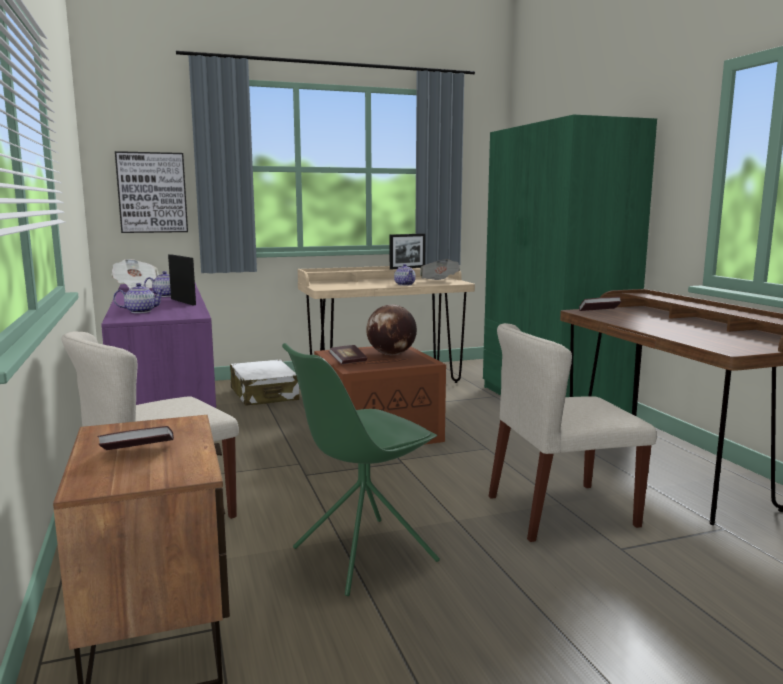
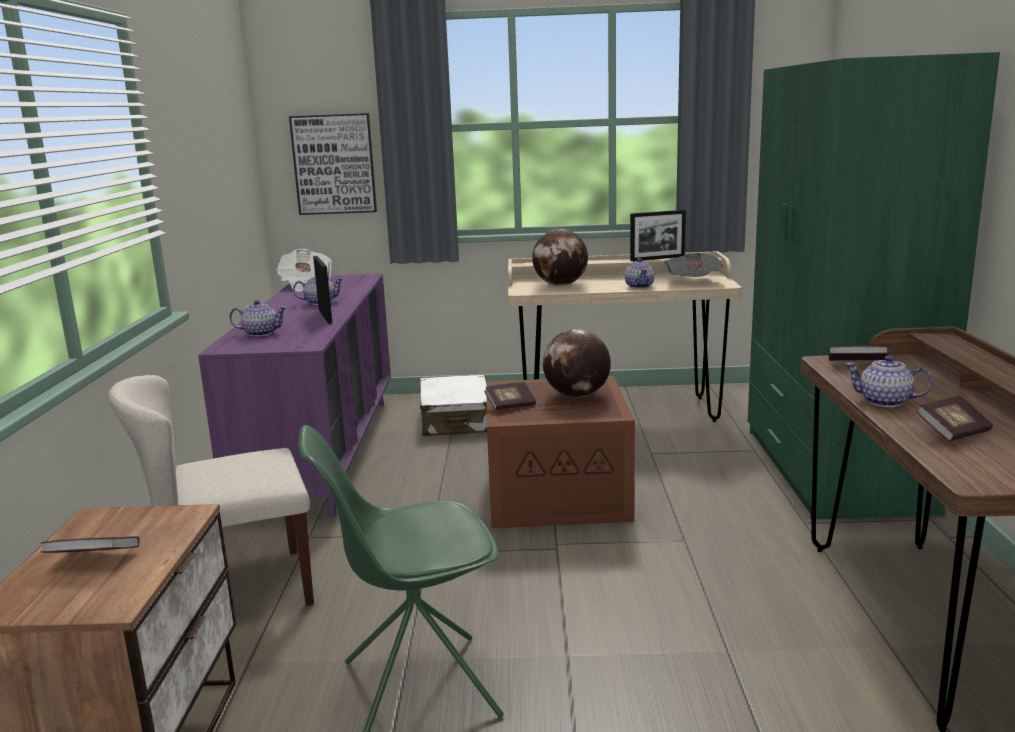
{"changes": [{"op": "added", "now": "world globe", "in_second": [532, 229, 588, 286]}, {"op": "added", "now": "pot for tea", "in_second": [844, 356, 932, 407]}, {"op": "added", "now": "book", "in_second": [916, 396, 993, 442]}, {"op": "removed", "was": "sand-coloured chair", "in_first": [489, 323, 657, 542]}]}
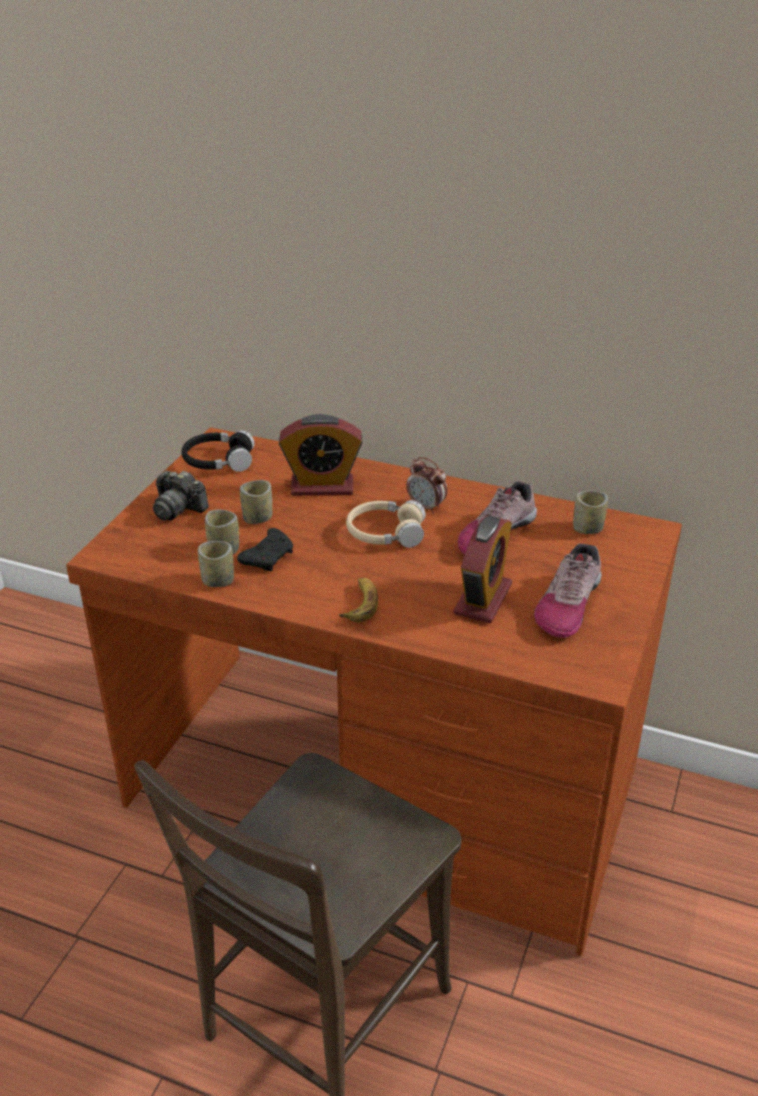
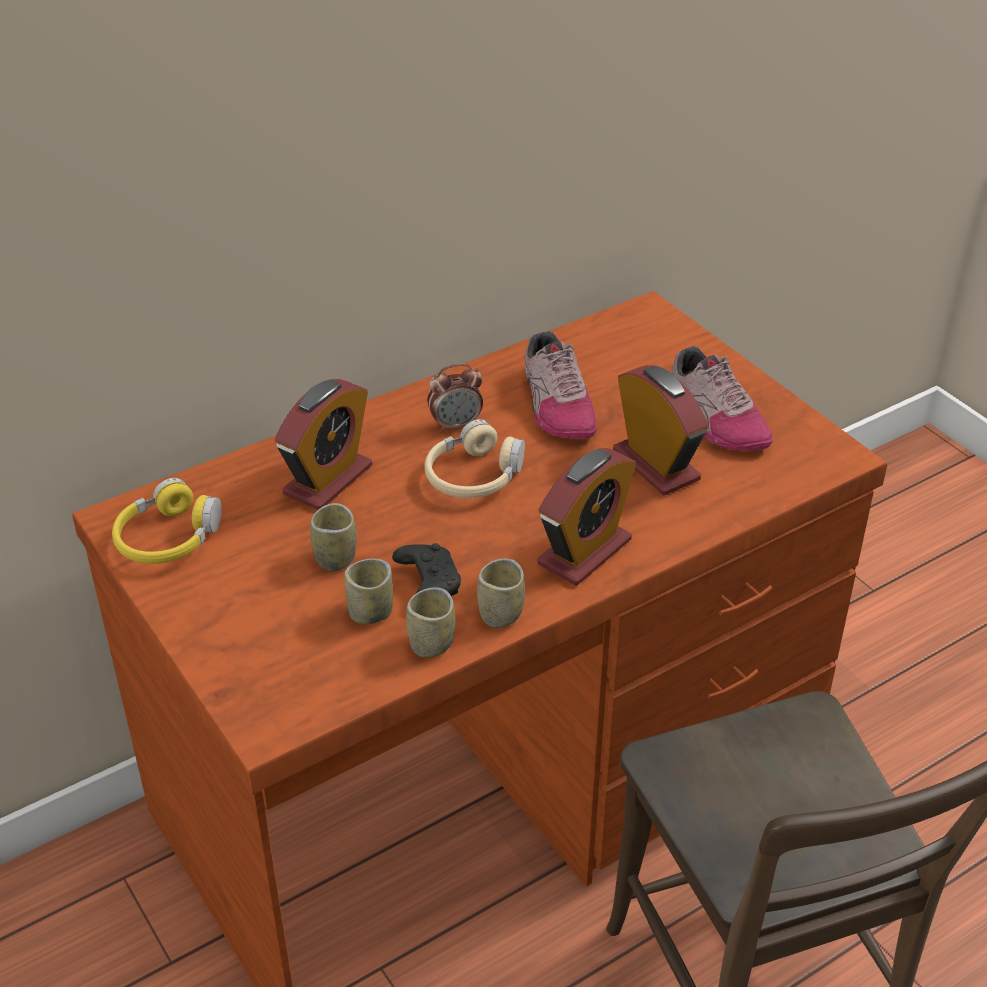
{"changes": [{"op": "recoloured", "was": "black headset", "now": "yellow-coloured headset", "in_first": [181, 430, 255, 472], "in_second": [112, 478, 222, 564]}, {"op": "moved", "was": "cup", "in_first": [573, 491, 608, 534], "in_second": [477, 558, 525, 628]}, {"op": "replaced", "was": "whole banana", "now": "bedside clock", "in_first": [339, 578, 378, 622], "in_second": [538, 448, 636, 586]}, {"op": "removed", "was": "photo camera", "in_first": [153, 471, 209, 521]}]}
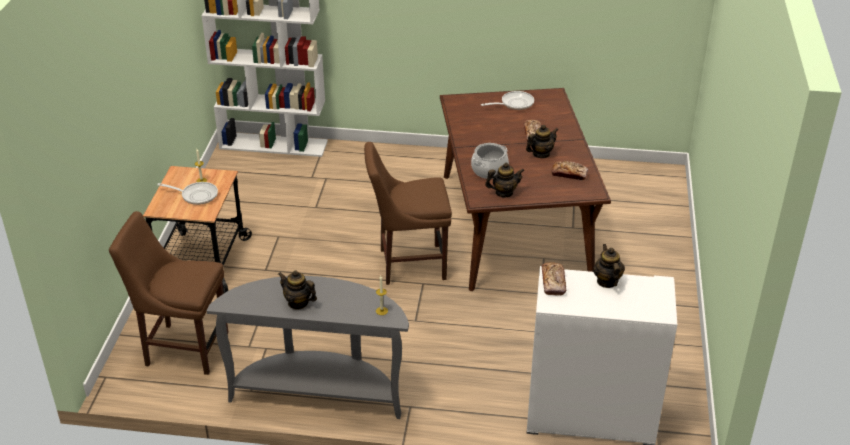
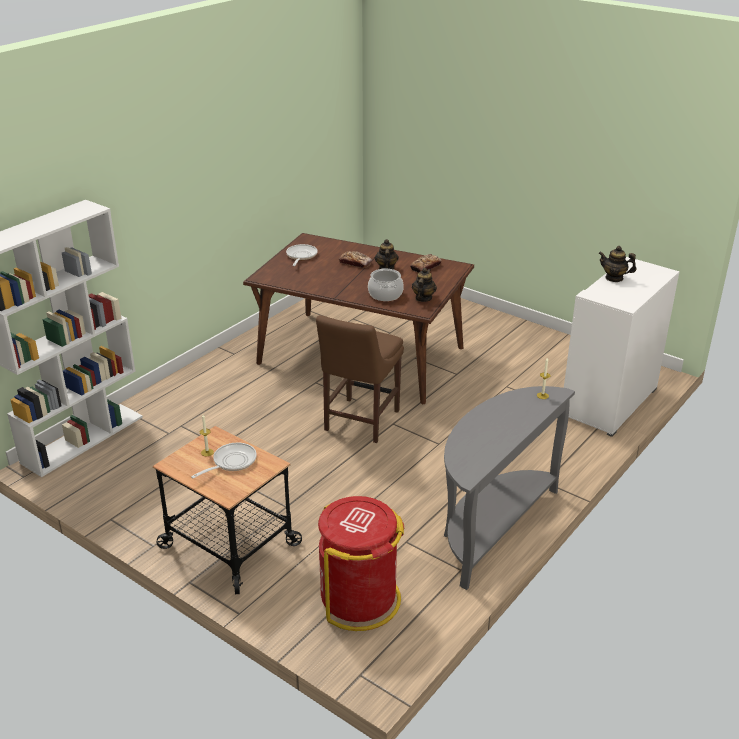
{"changes": [{"op": "replaced", "was": "brownish chair", "now": "red rubbish bin", "in_first": [109, 211, 228, 375], "in_second": [318, 496, 404, 631]}, {"op": "removed", "was": "pot for tea", "in_first": [278, 270, 317, 310]}, {"op": "removed", "was": "bread", "in_first": [542, 263, 566, 295]}]}
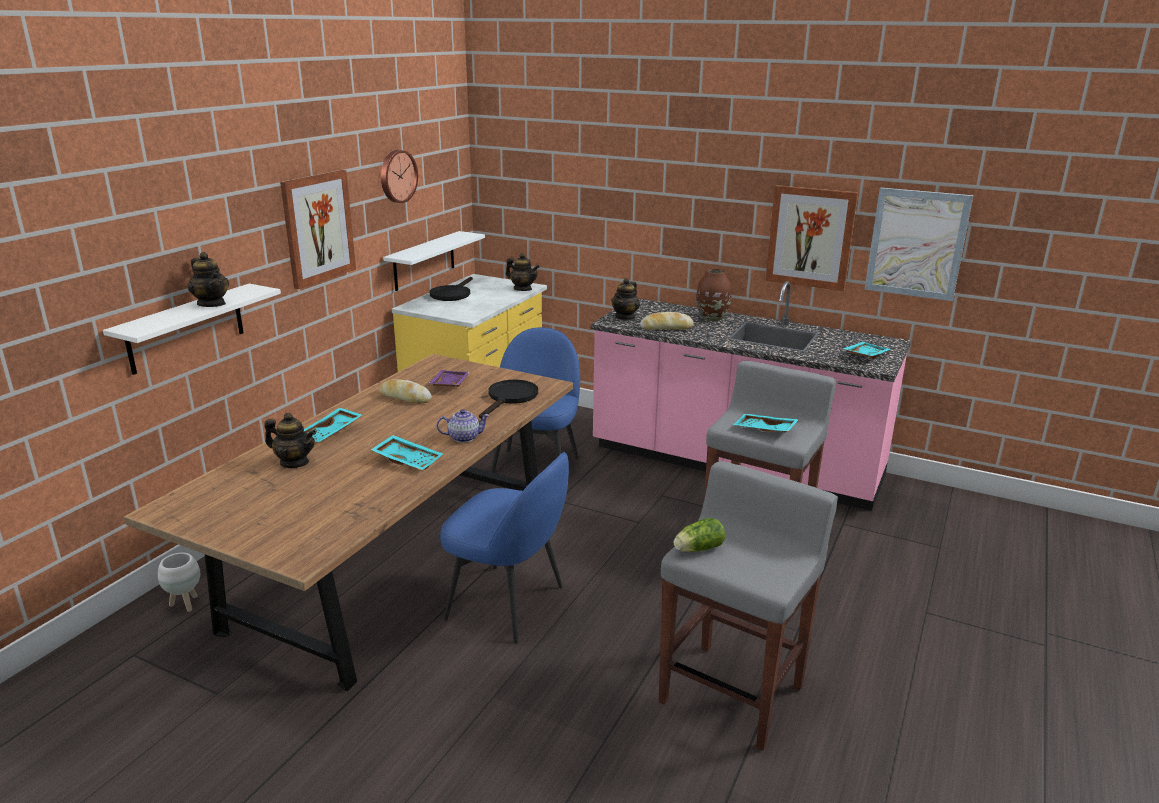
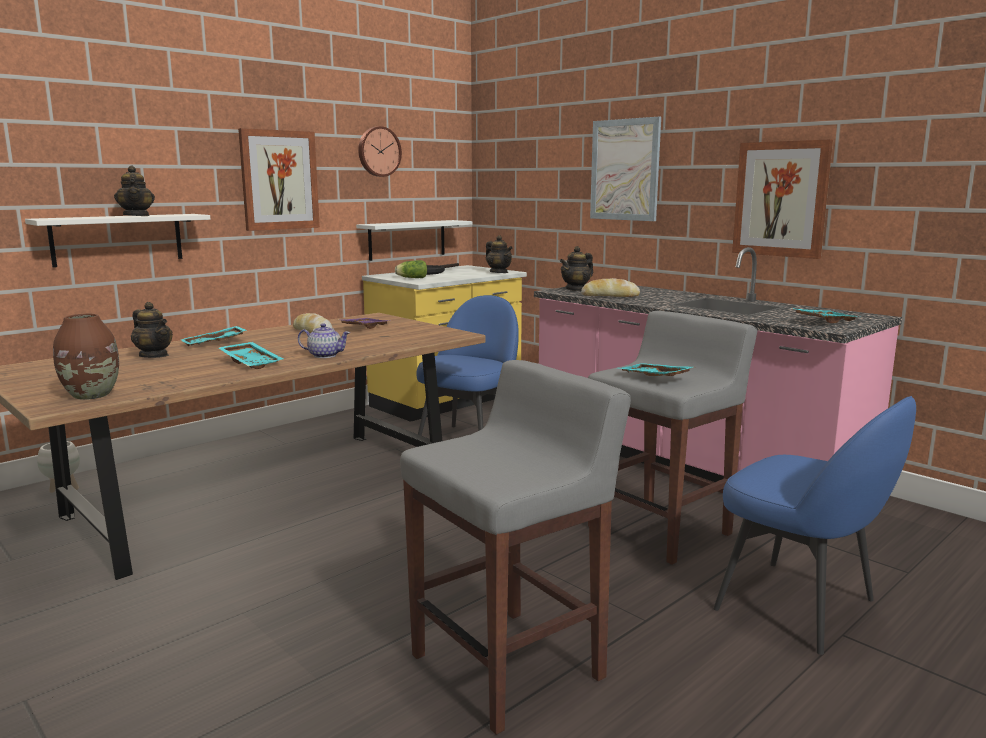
{"changes": [{"op": "moved", "was": "brownish flower vase", "in_first": [696, 269, 731, 321], "in_second": [53, 314, 119, 400]}, {"op": "moved", "was": "head of lettuce", "in_first": [674, 518, 725, 552], "in_second": [395, 260, 427, 278]}, {"op": "moved", "was": "wall art", "in_first": [865, 187, 973, 301], "in_second": [590, 117, 661, 221]}, {"op": "moved", "was": "blue chair", "in_first": [440, 452, 569, 644], "in_second": [713, 396, 916, 655]}, {"op": "removed", "was": "black frying pan", "in_first": [479, 380, 538, 419]}]}
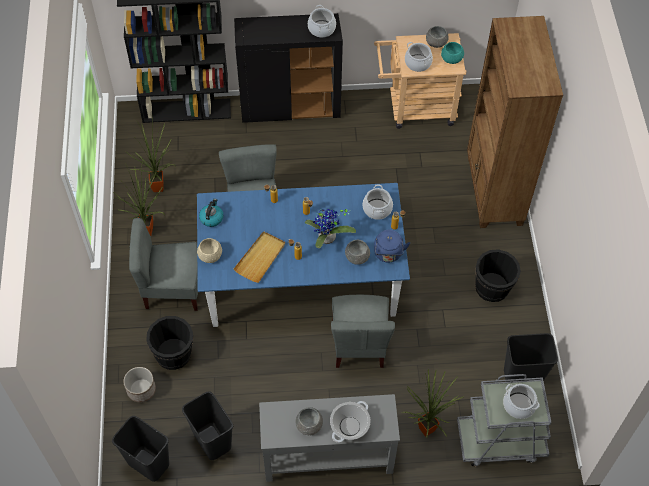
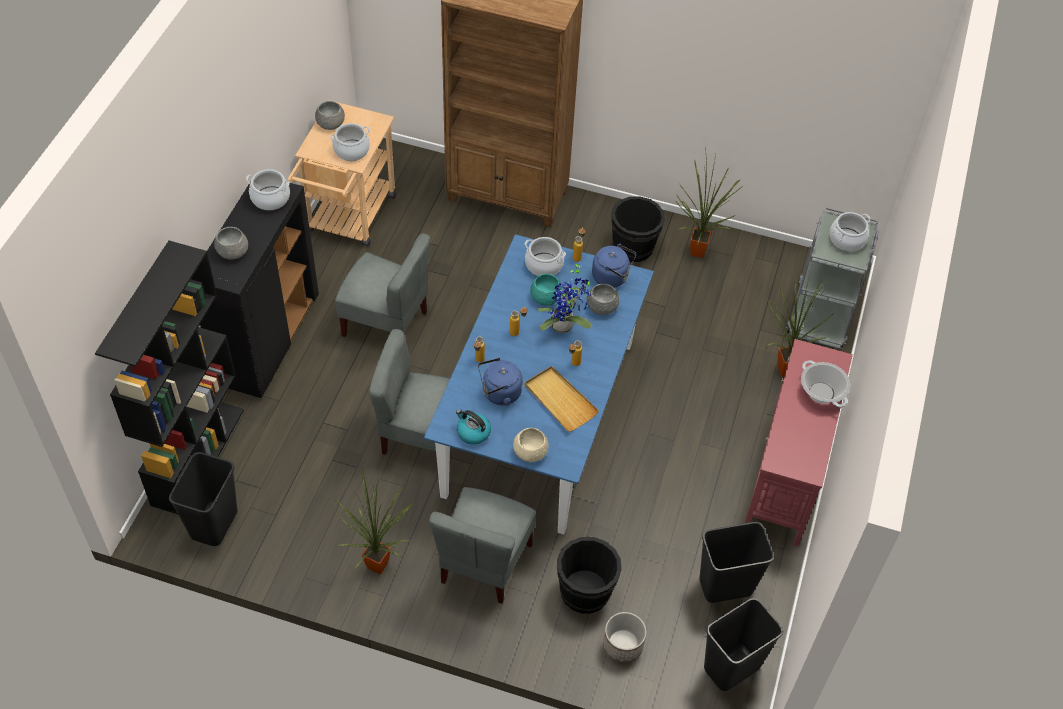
{"changes": [{"op": "moved", "was": "black rubbish bin", "in_first": [504, 333, 558, 382], "in_second": [169, 452, 237, 546]}, {"op": "moved", "was": "grey deep dish", "in_first": [295, 407, 323, 435], "in_second": [214, 227, 248, 260]}, {"op": "moved", "was": "grey chair", "in_first": [331, 295, 395, 368], "in_second": [335, 233, 431, 337]}, {"op": "added", "now": "blue tea kettle", "in_second": [478, 358, 523, 405]}, {"op": "moved", "was": "turquoise deep dish", "in_first": [441, 42, 464, 64], "in_second": [530, 274, 562, 306]}, {"op": "moved", "was": "potted plant", "in_first": [125, 113, 176, 192], "in_second": [676, 148, 743, 258]}, {"op": "recoloured", "was": "grey console table", "now": "red console table", "in_first": [259, 394, 400, 482], "in_second": [745, 339, 853, 546]}]}
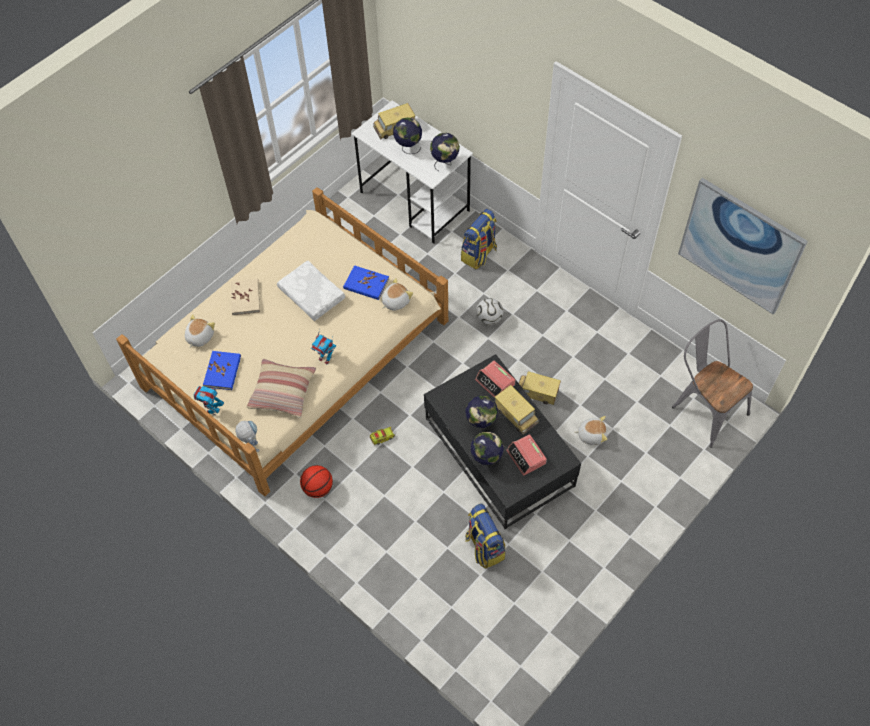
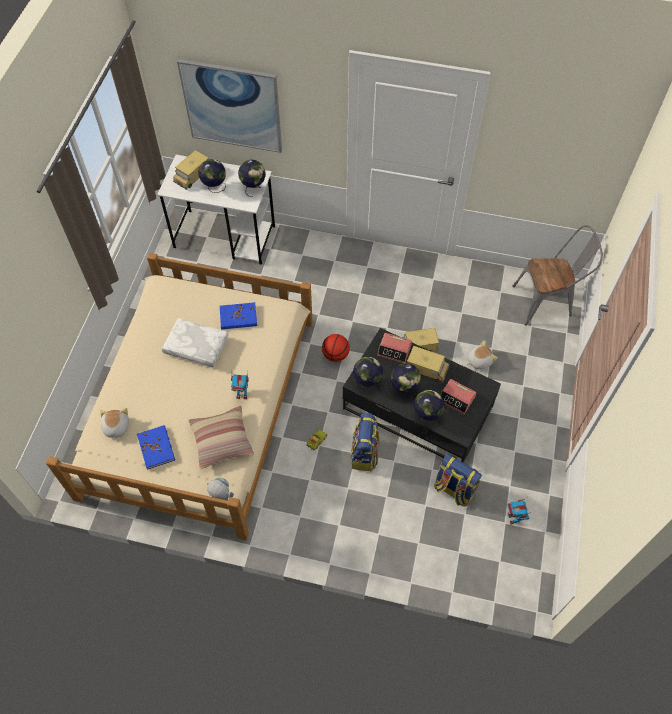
{"changes": [{"op": "moved", "was": "wall art", "in_first": [678, 178, 808, 315], "in_second": [177, 59, 282, 153]}, {"op": "moved", "was": "basketball", "in_first": [300, 465, 333, 498], "in_second": [322, 334, 350, 362]}, {"op": "moved", "was": "backpack", "in_first": [461, 209, 497, 269], "in_second": [350, 412, 380, 471]}, {"op": "added", "now": "world globe", "in_second": [353, 357, 383, 390]}, {"op": "moved", "was": "toy robot", "in_first": [194, 386, 224, 415], "in_second": [507, 499, 531, 525]}, {"op": "turned", "was": "grey chair", "in_first": [672, 319, 753, 448], "in_second": [512, 225, 603, 326], "clockwise": 150}, {"op": "removed", "was": "sand-coloured book", "in_first": [230, 279, 260, 316]}, {"op": "removed", "was": "soft toy", "in_first": [381, 278, 413, 311]}, {"op": "removed", "was": "ball for football", "in_first": [476, 298, 503, 325]}]}
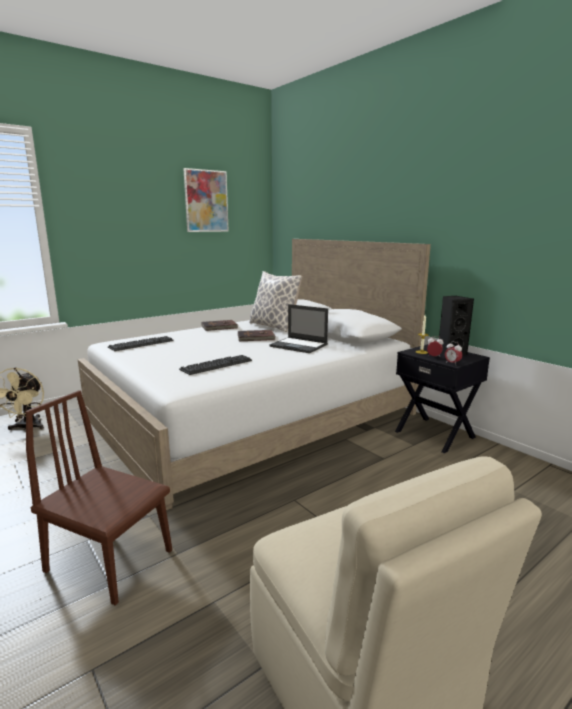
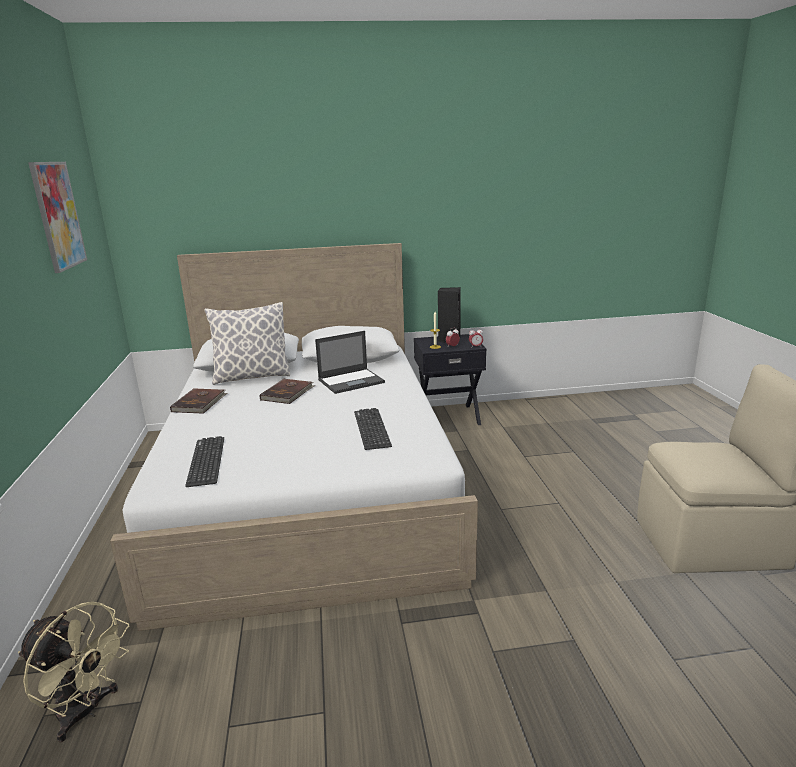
{"changes": [{"op": "removed", "was": "brownish chair", "in_first": [25, 390, 172, 606]}]}
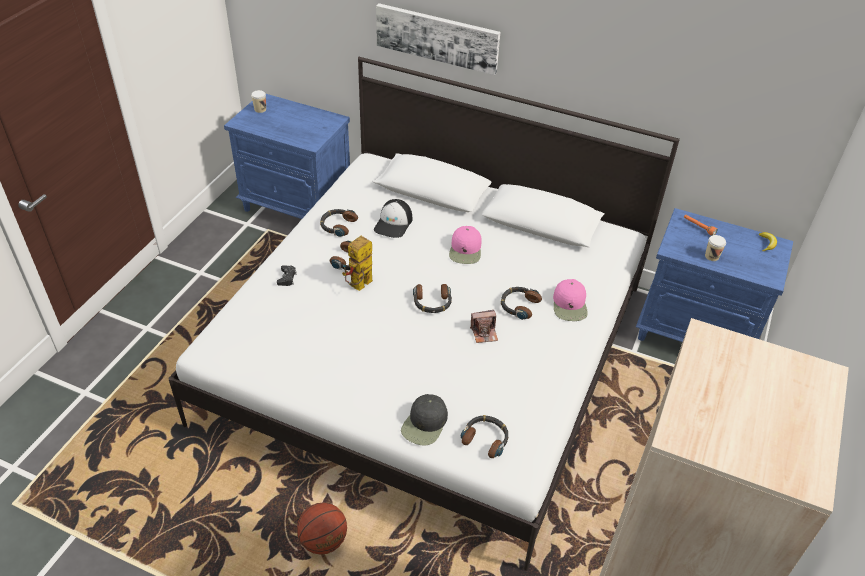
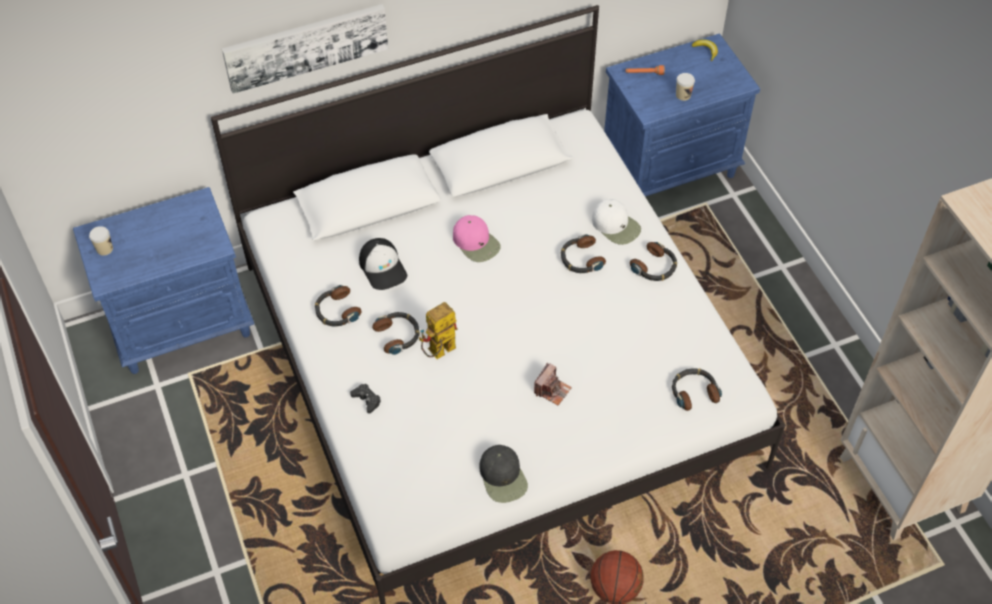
{"changes": [{"op": "turned", "was": "toy robot", "in_first": [342, 236, 373, 291], "in_second": [419, 302, 458, 359], "clockwise": 60}, {"op": "moved", "was": "black peaked cap", "in_first": [401, 394, 448, 446], "in_second": [479, 445, 528, 503]}, {"op": "moved", "was": "photo camera", "in_first": [470, 310, 498, 343], "in_second": [534, 363, 572, 405]}, {"op": "recoloured", "was": "pink peaked cap", "now": "whitish peaked cap", "in_first": [553, 279, 588, 321], "in_second": [592, 199, 641, 245]}, {"op": "moved", "was": "headset", "in_first": [413, 284, 452, 313], "in_second": [630, 242, 677, 281]}]}
